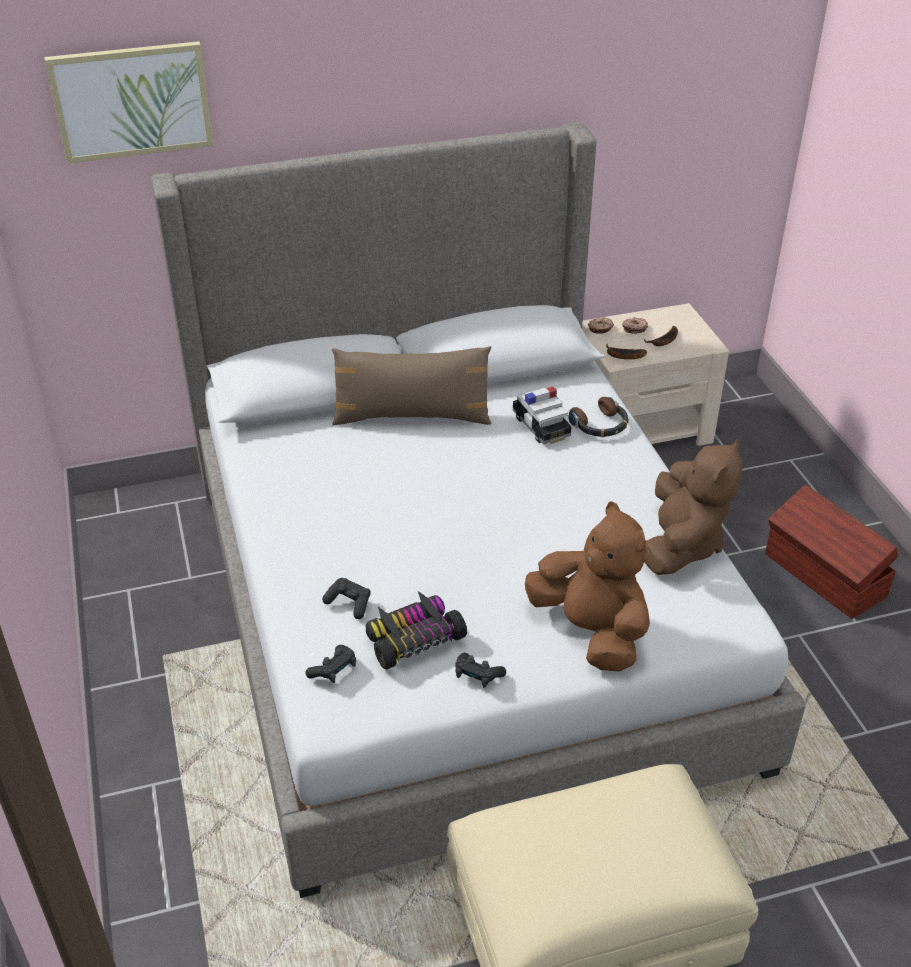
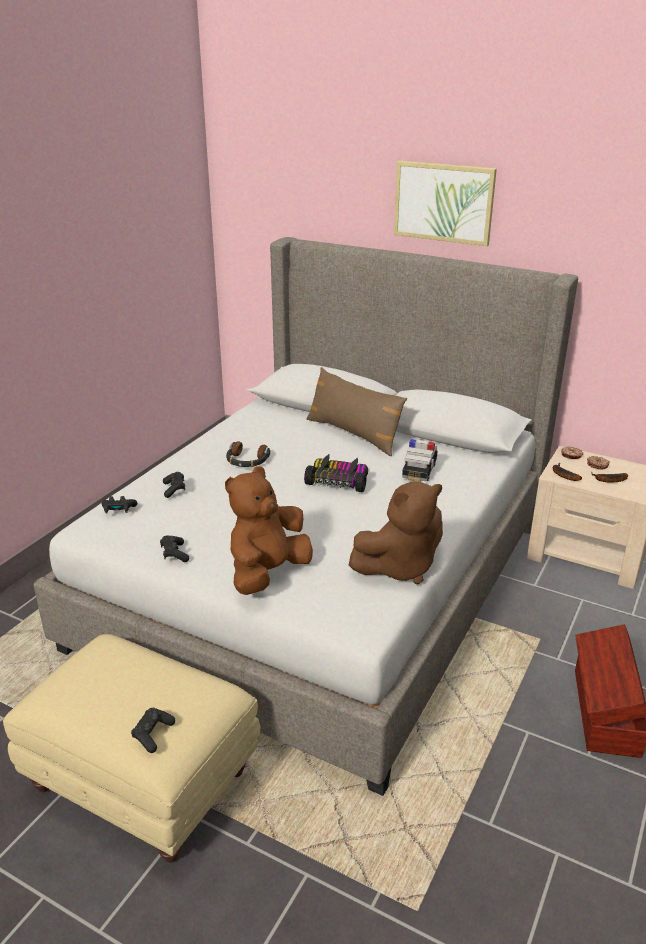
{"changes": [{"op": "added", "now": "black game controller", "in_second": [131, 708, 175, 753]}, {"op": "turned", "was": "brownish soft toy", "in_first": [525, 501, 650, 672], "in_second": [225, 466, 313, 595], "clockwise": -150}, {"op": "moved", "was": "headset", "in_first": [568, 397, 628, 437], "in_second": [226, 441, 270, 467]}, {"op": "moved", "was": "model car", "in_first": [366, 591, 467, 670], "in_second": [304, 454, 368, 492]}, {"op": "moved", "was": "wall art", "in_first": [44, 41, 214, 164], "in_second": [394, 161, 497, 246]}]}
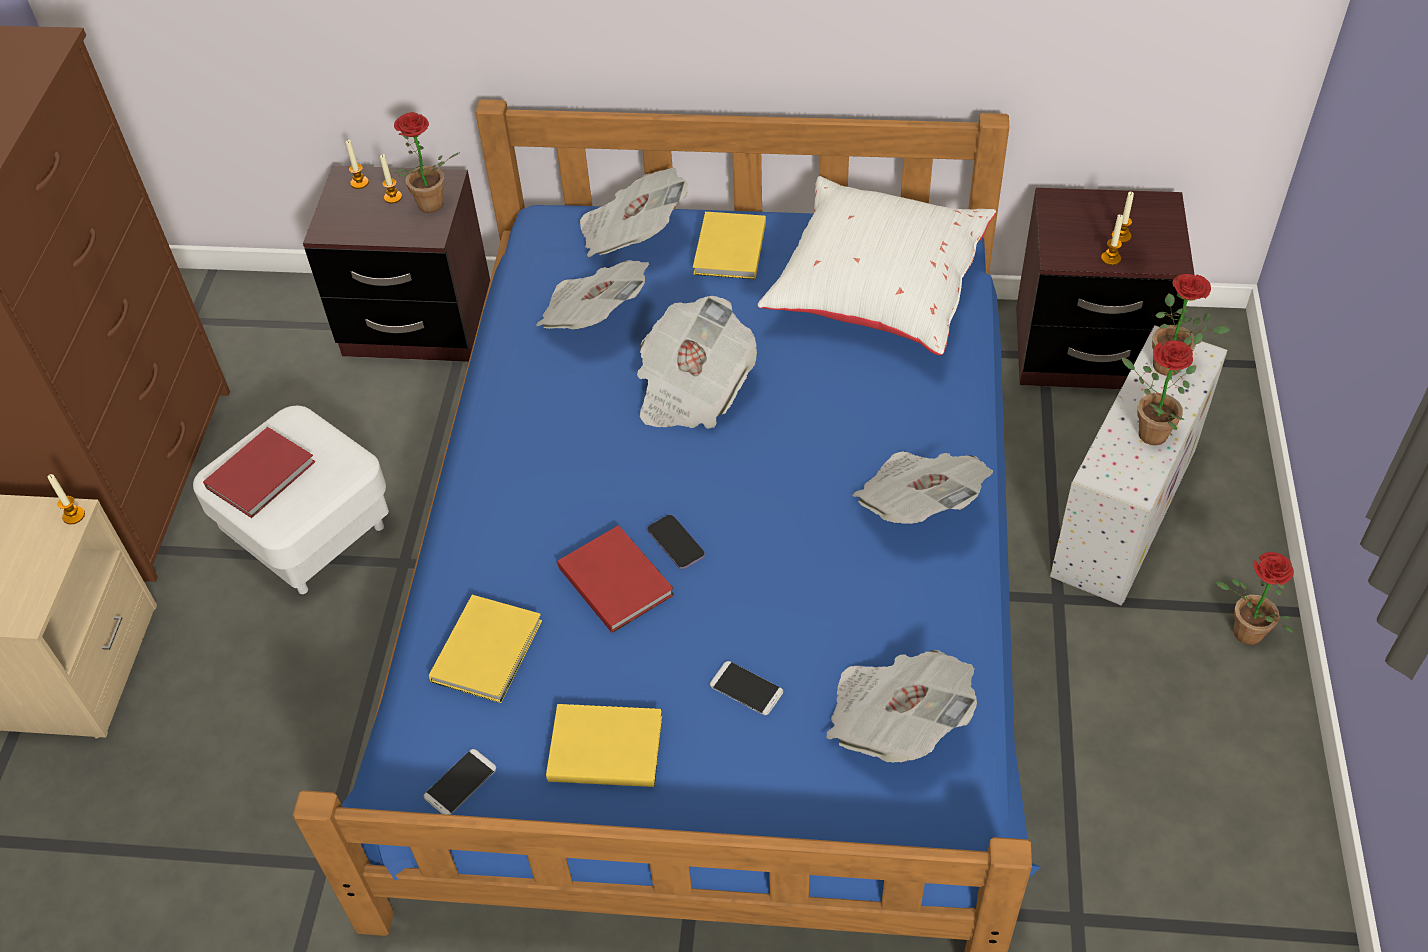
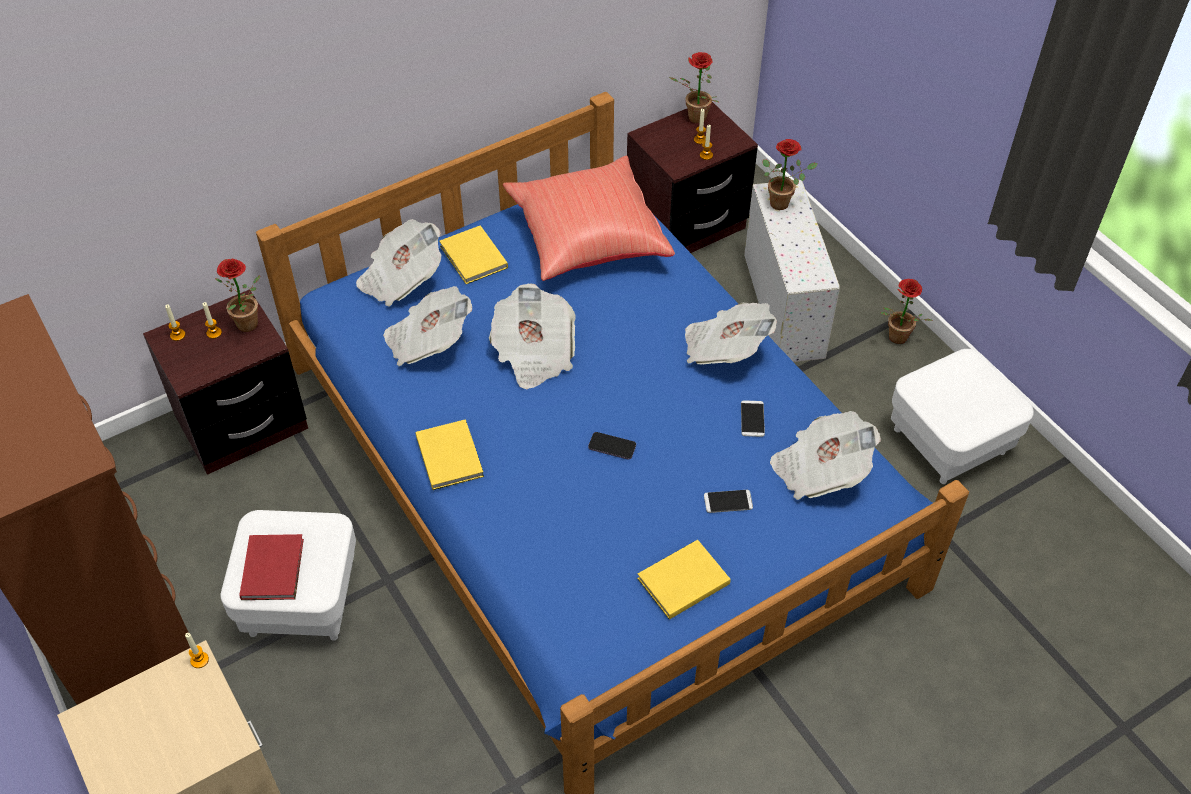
{"changes": [{"op": "moved", "was": "yellow-coloured book", "in_first": [429, 595, 542, 703], "in_second": [416, 419, 484, 490]}, {"op": "recoloured", "was": "whitish cushion", "now": "red cushion", "in_first": [758, 176, 996, 355], "in_second": [503, 155, 675, 281]}, {"op": "moved", "was": "potted plant", "in_first": [1121, 340, 1196, 445], "in_second": [669, 52, 718, 124]}, {"op": "moved", "was": "handset", "in_first": [424, 749, 496, 815], "in_second": [741, 400, 765, 437]}, {"op": "added", "now": "whitish ottoman", "in_second": [891, 349, 1034, 484]}, {"op": "removed", "was": "red book", "in_first": [557, 525, 674, 633]}]}
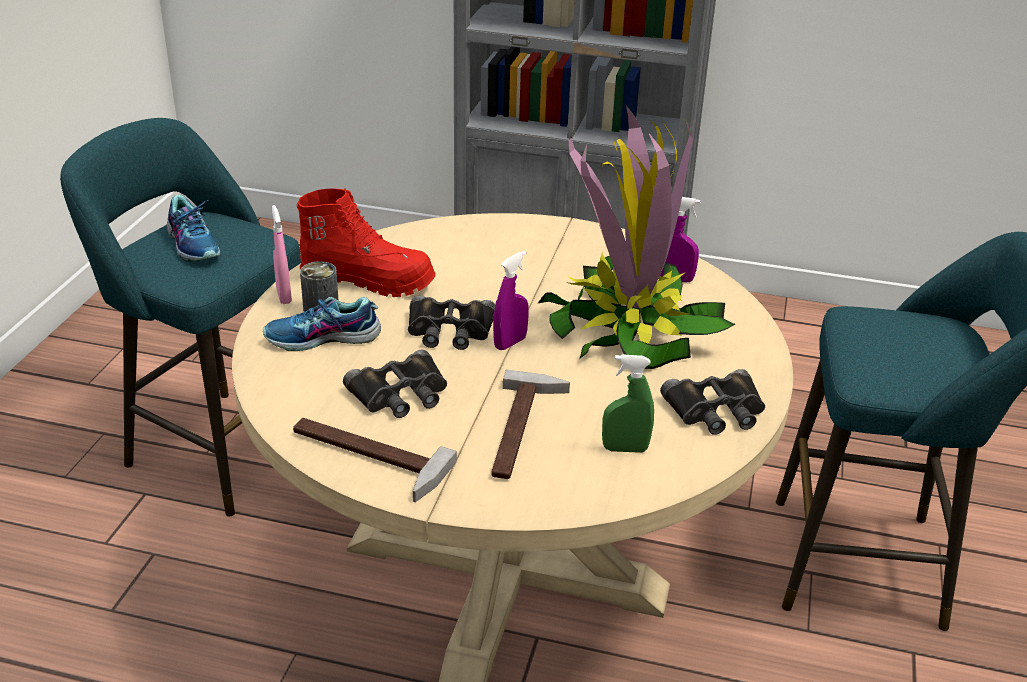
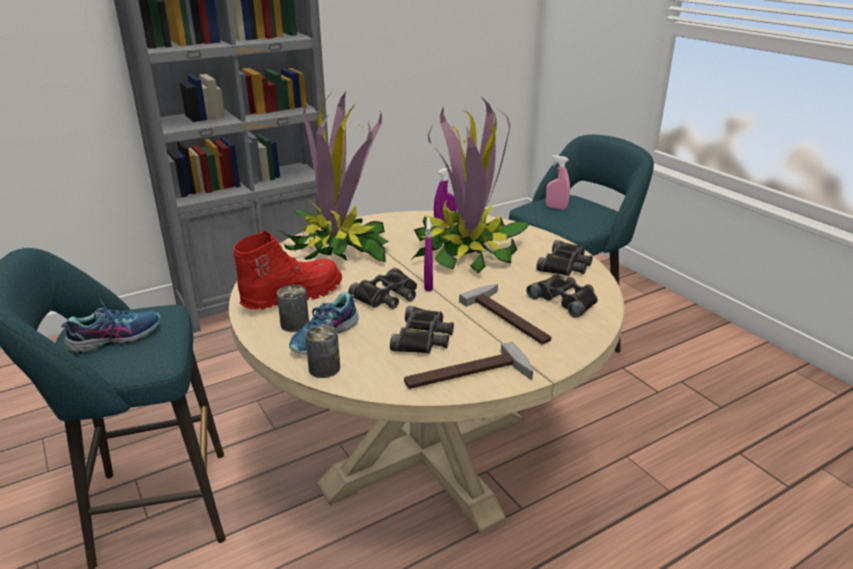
{"changes": [{"op": "turned", "was": "low shoe", "in_first": [167, 195, 220, 262], "in_second": [61, 298, 160, 354], "clockwise": -45}, {"op": "added", "now": "potted plant", "in_second": [278, 92, 389, 263]}, {"op": "added", "now": "can", "in_second": [305, 325, 340, 378]}, {"op": "replaced", "was": "green hand sprayer", "now": "black binoculars", "in_first": [602, 354, 654, 453], "in_second": [526, 274, 598, 318]}, {"op": "moved", "was": "pink hand sprayer", "in_first": [272, 205, 292, 304], "in_second": [546, 155, 570, 210]}]}
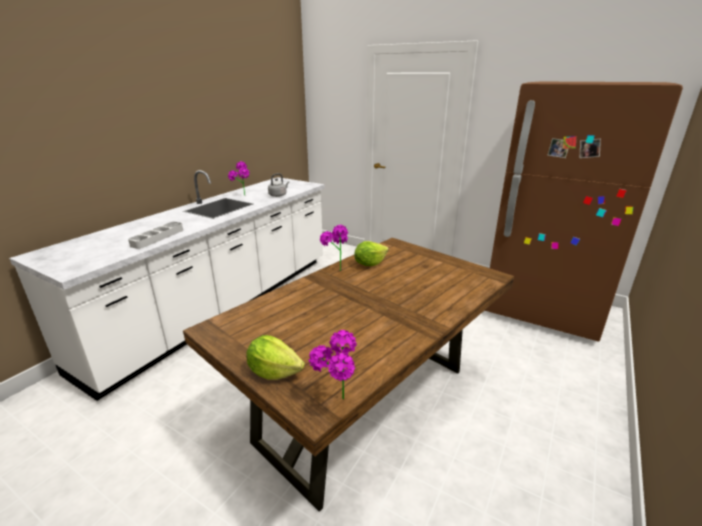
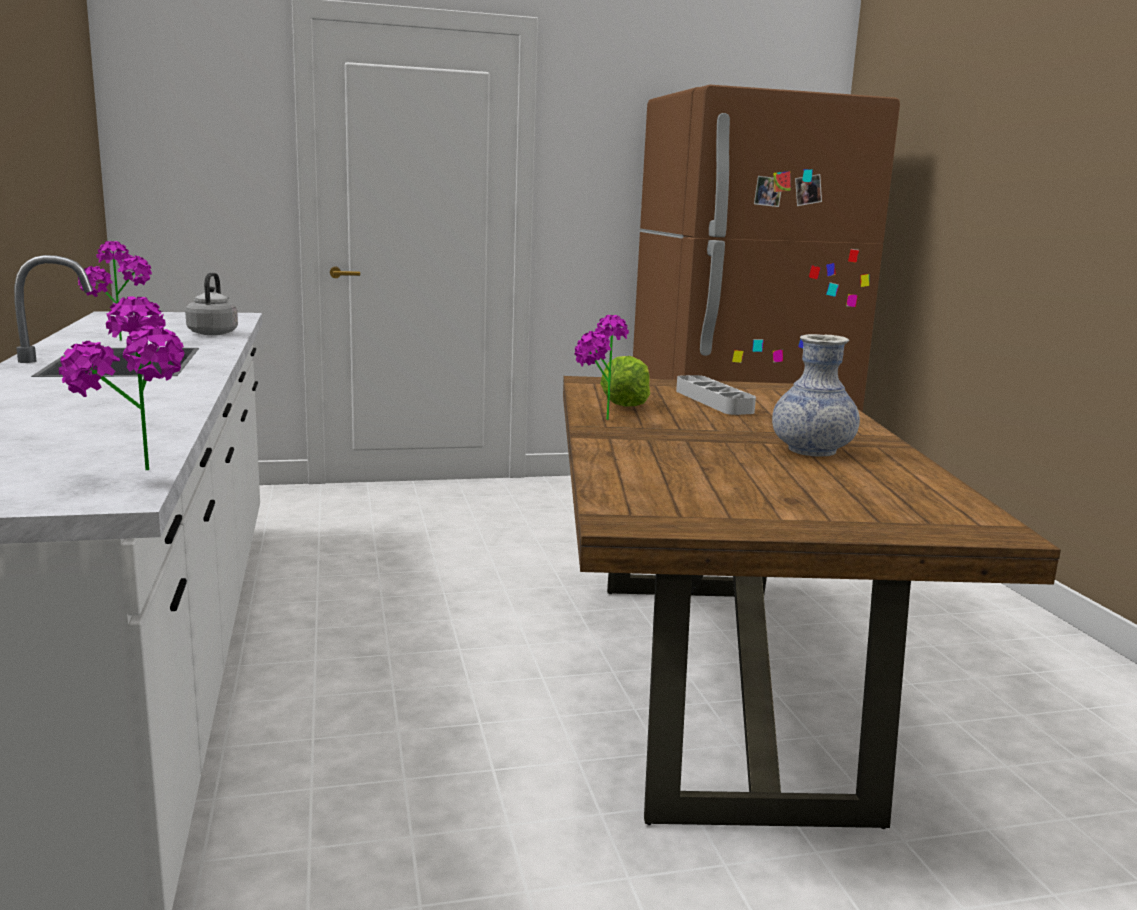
{"changes": [{"op": "moved", "was": "potted plant", "in_first": [309, 330, 357, 399], "in_second": [59, 296, 185, 470]}, {"op": "moved", "was": "grey tray", "in_first": [128, 222, 183, 249], "in_second": [676, 375, 756, 415]}, {"op": "added", "now": "flower vase", "in_second": [772, 334, 860, 457]}, {"op": "removed", "was": "head of lettuce", "in_first": [246, 335, 305, 380]}]}
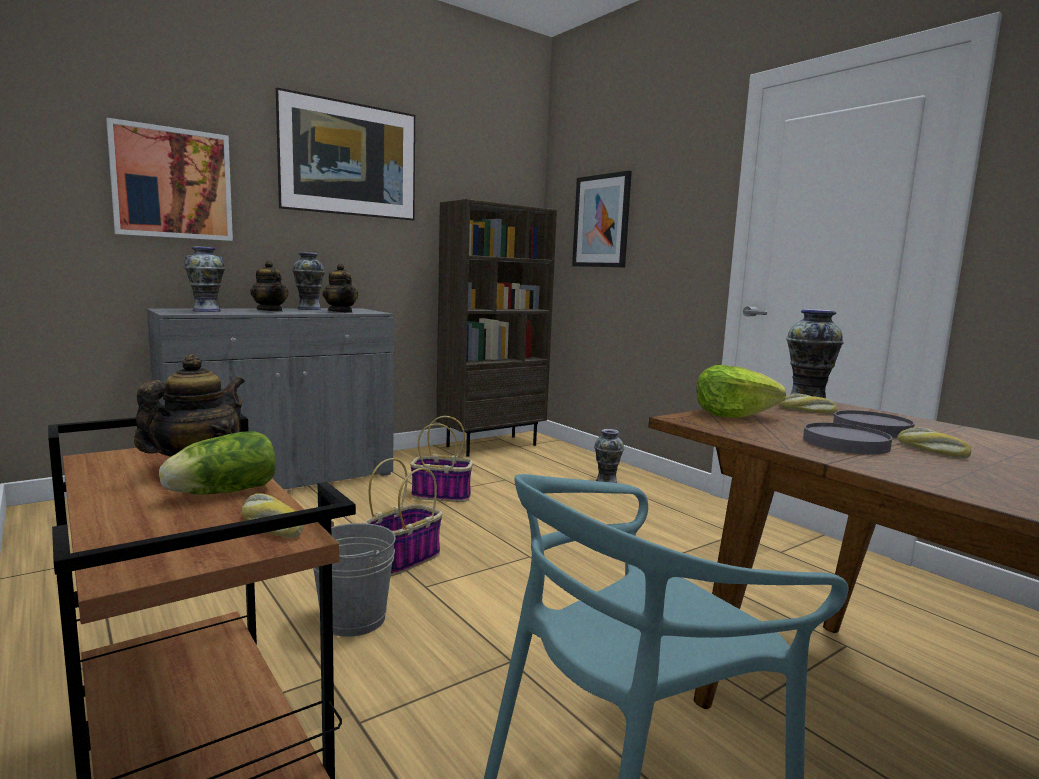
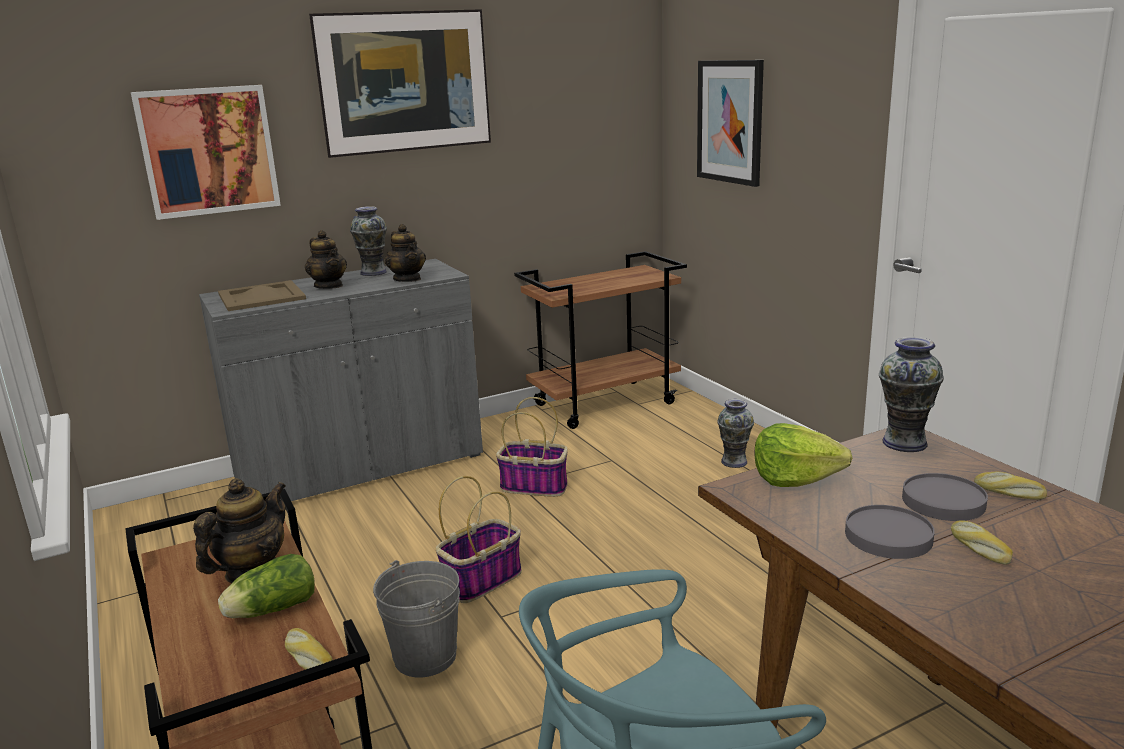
{"changes": [{"op": "replaced", "was": "flower vase", "now": "sand-coloured tray", "in_first": [185, 246, 225, 312], "in_second": [218, 280, 306, 311]}, {"op": "replaced", "was": "brownish shelving unit", "now": "brownish trolley", "in_first": [436, 199, 557, 457], "in_second": [514, 251, 687, 429]}, {"op": "moved", "was": "bread", "in_first": [779, 393, 838, 414], "in_second": [974, 472, 1047, 500]}]}
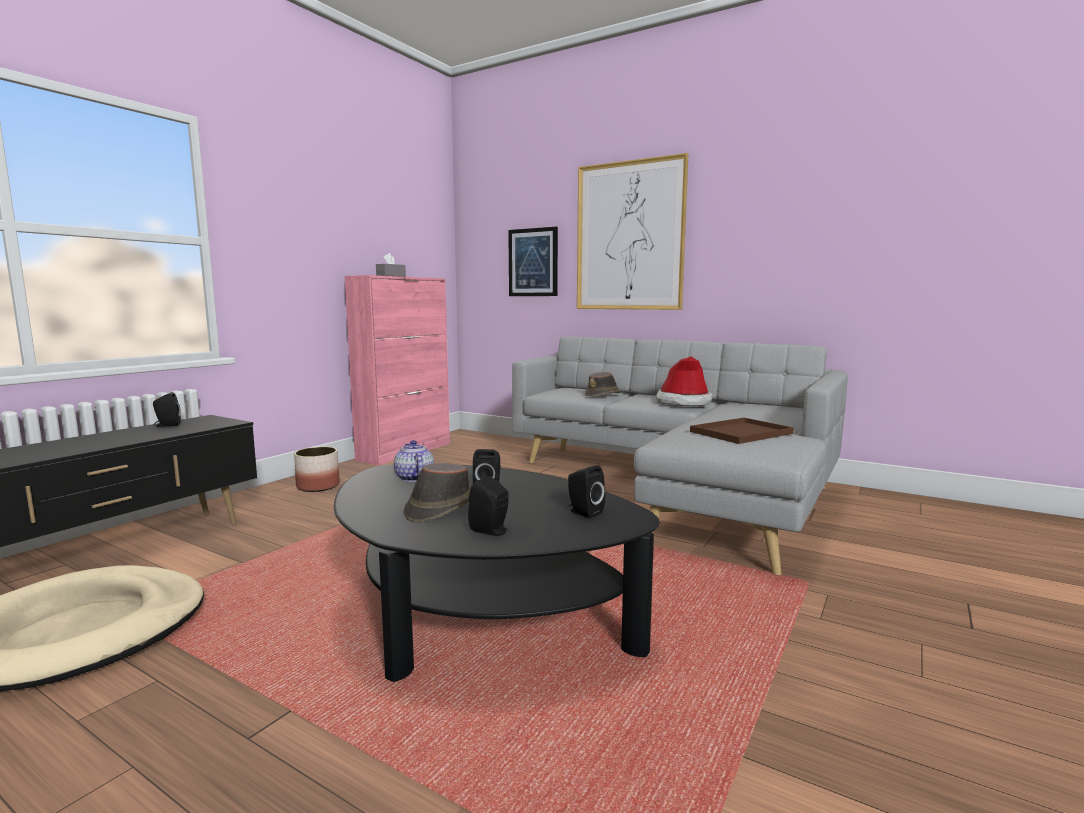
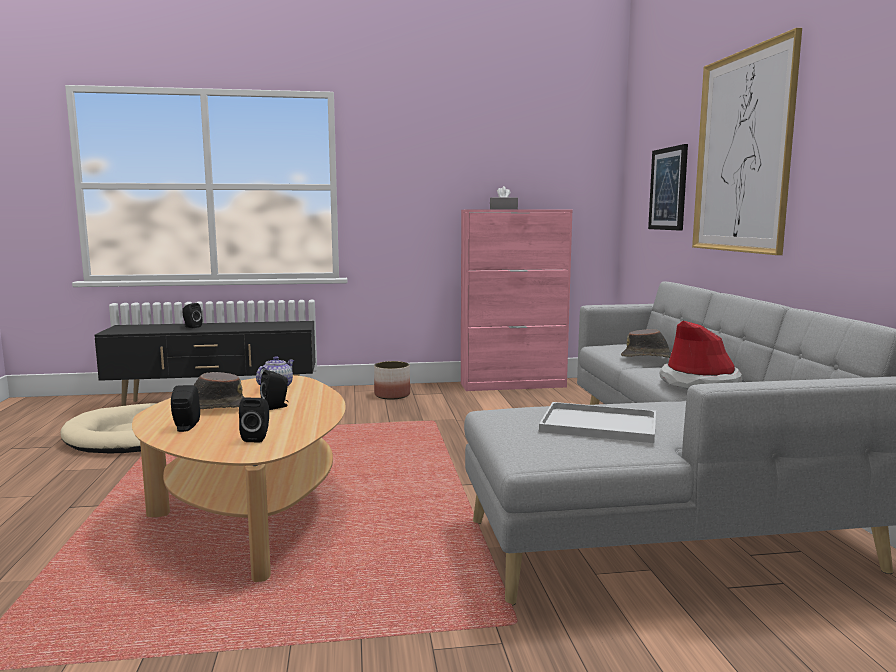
{"changes": [{"op": "recoloured", "was": "black coffee table", "now": "sand-coloured coffee table", "in_first": [334, 464, 660, 682], "in_second": [132, 375, 346, 582]}, {"op": "moved", "was": "black loudspeaker", "in_first": [153, 392, 181, 427], "in_second": [182, 303, 202, 328]}, {"op": "recoloured", "was": "brownish tray", "now": "whitish tray", "in_first": [690, 418, 794, 444], "in_second": [539, 402, 656, 443]}]}
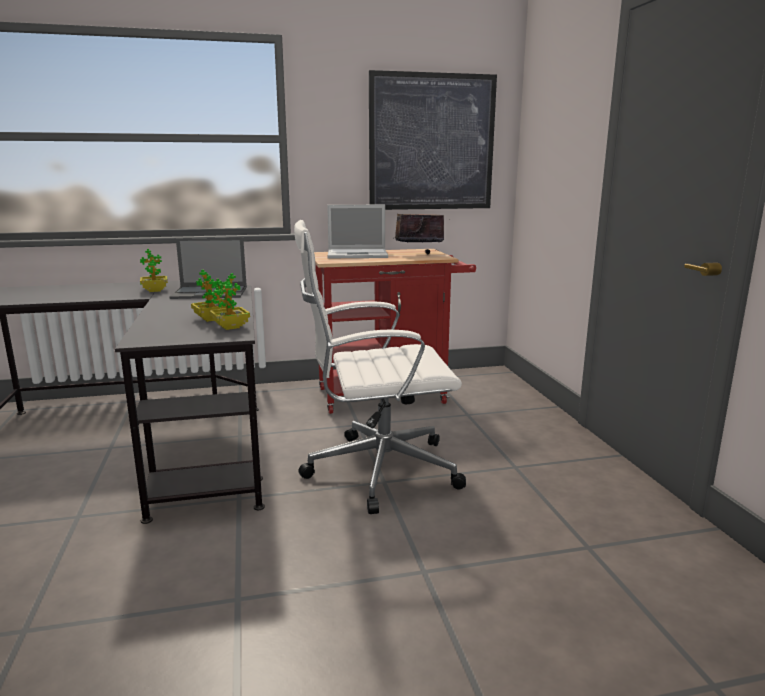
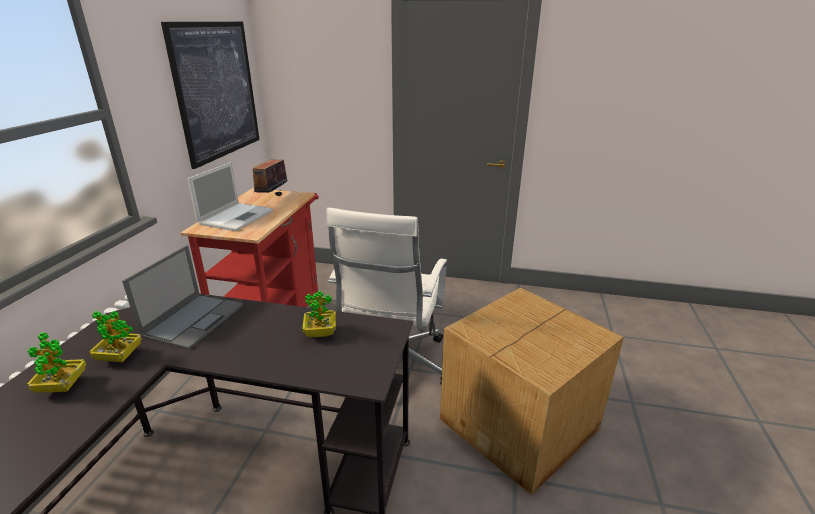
{"changes": [{"op": "moved", "was": "potted plant", "in_first": [210, 273, 250, 330], "in_second": [27, 332, 86, 392]}, {"op": "added", "now": "carton", "in_second": [440, 287, 624, 495]}]}
